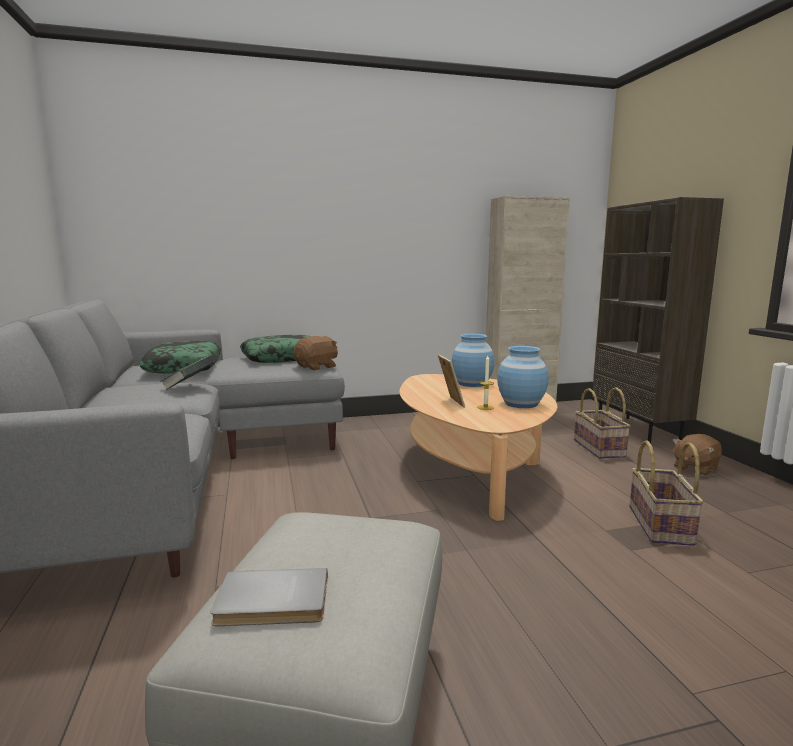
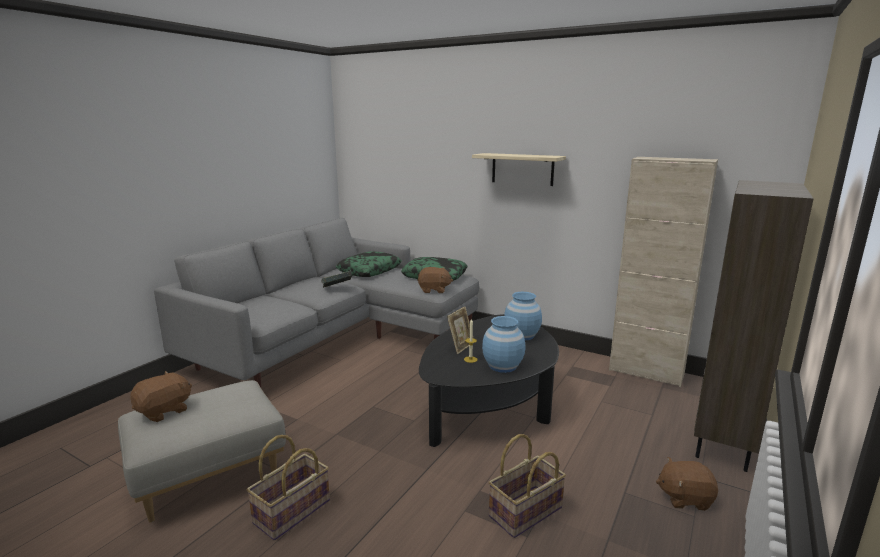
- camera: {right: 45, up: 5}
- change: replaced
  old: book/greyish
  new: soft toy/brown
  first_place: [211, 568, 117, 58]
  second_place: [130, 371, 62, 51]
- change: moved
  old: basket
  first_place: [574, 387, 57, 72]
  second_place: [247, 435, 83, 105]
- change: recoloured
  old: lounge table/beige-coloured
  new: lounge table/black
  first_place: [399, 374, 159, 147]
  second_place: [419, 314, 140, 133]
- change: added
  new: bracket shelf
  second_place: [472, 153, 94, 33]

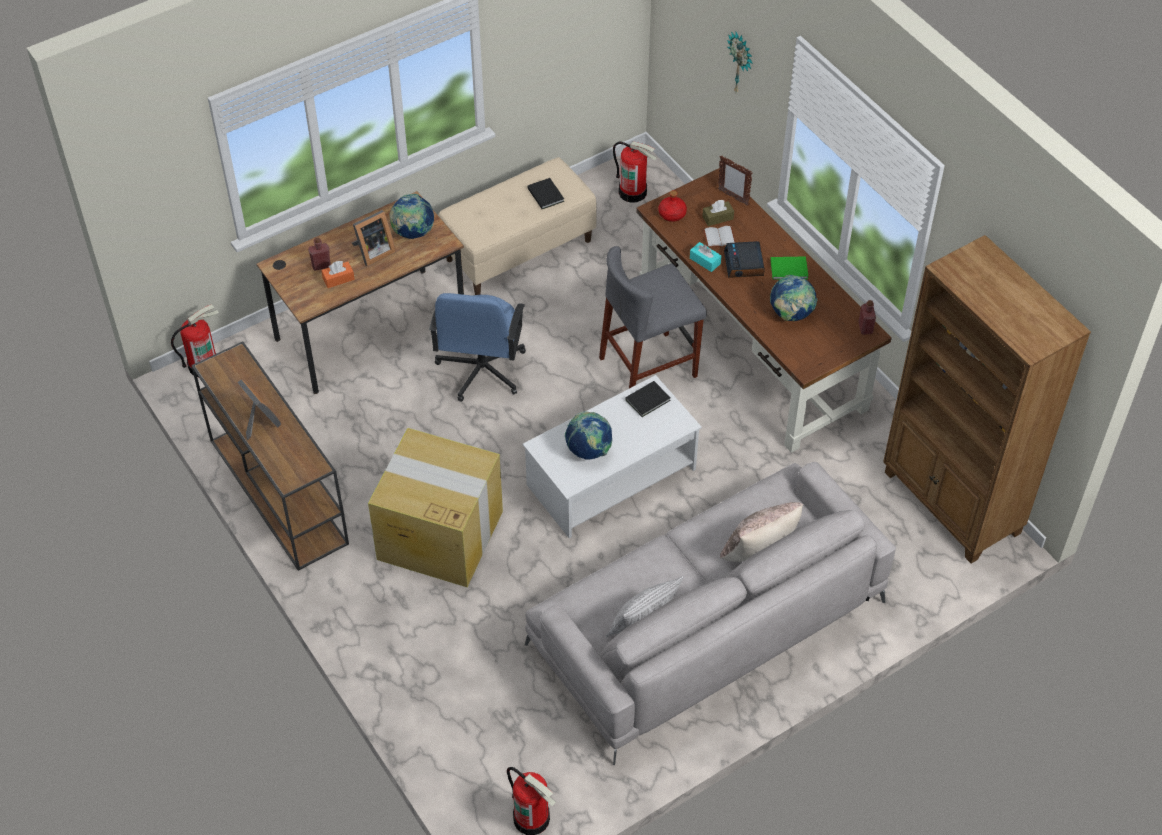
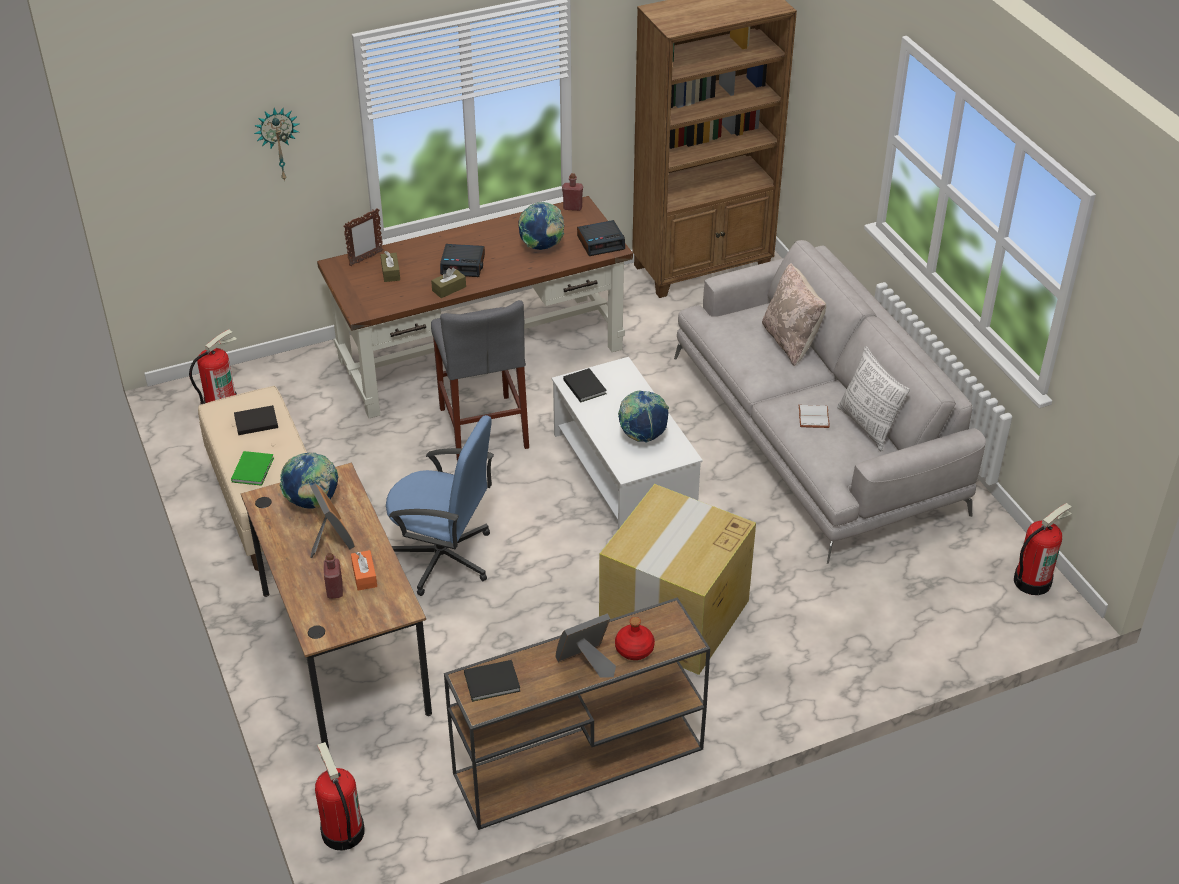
- camera: {right: -80, up: -10}
- change: moved
  old: book/green-coloured
  first_place: [770, 256, 38, 24]
  second_place: [231, 451, 43, 35]
- change: recoloured
  old: tissue holder/turquoise-coloured
  new: tissue holder/brown
  first_place: [690, 242, 31, 30]
  second_place: [431, 268, 35, 30]
- change: added
  new: book/black
  second_place: [464, 660, 56, 42]
- change: added
  new: alarm clock
  second_place: [577, 220, 48, 36]
- change: moved
  old: bottle/reddish
  first_place: [658, 190, 29, 32]
  second_place: [615, 617, 40, 43]
- change: moved
  old: book/white-coloured
  first_place: [703, 226, 33, 22]
  second_place: [798, 405, 32, 23]

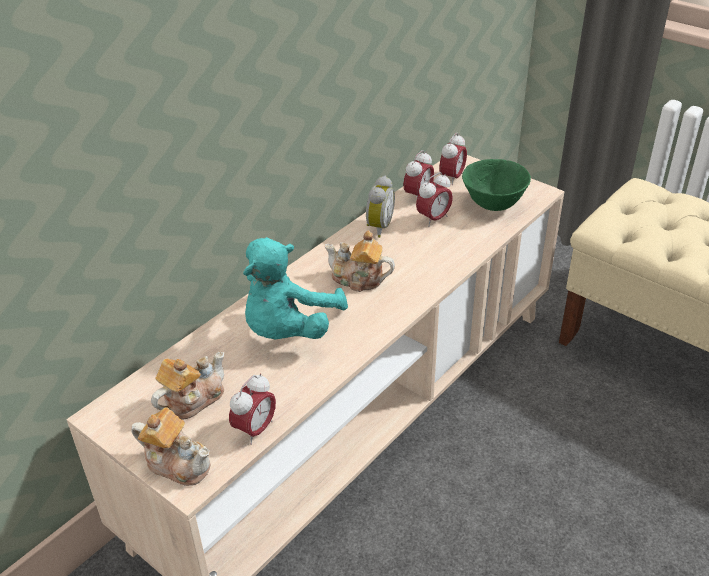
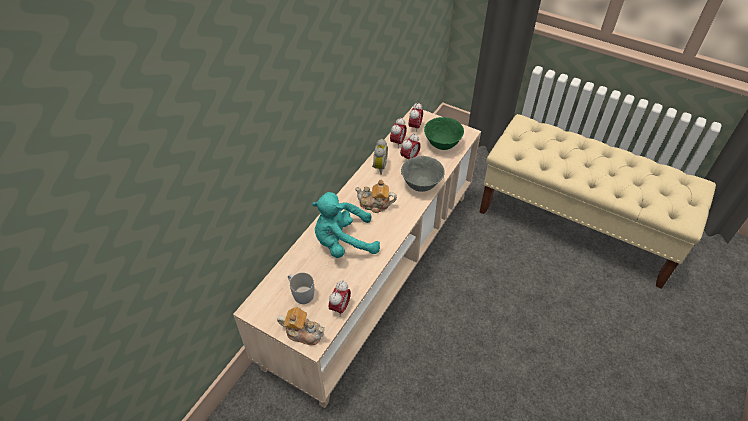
- camera: {right: -10, up: 10}
- change: replaced
  old: teapot
  new: coffee mug/white-coloured
  first_place: [151, 352, 73, 68]
  second_place: [288, 273, 26, 31]
- change: turned
  old: soft toy/turquoise-coloured
  first_place: [243, 237, 105, 102]
  second_place: [312, 192, 68, 66]
  degrees: 60
- change: added
  new: deep dish/greyish
  second_place: [401, 156, 44, 36]

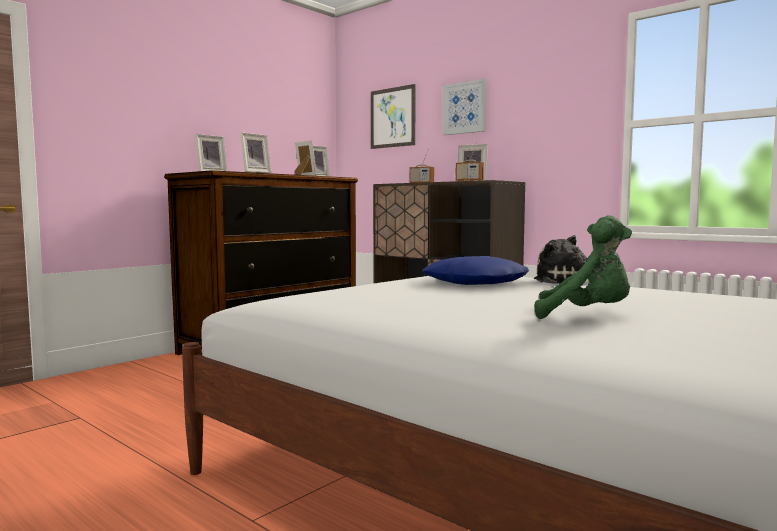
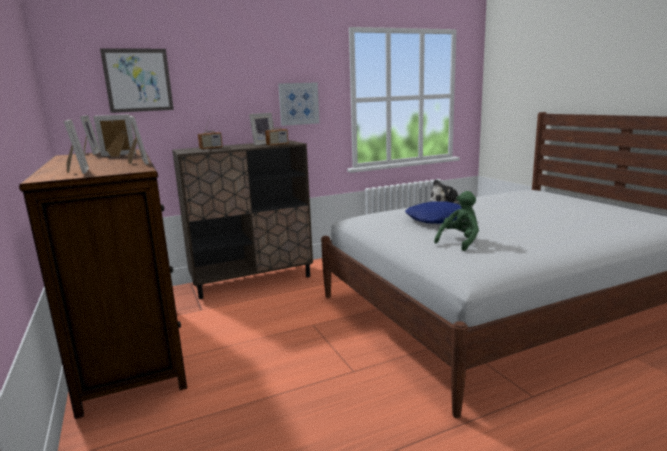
- camera: {right: -65, up: 10}
- change: moved
  old: wall art
  first_place: [442, 78, 45, 57]
  second_place: [278, 82, 41, 44]
- change: moved
  old: soft toy/green-coloured
  first_place: [535, 215, 97, 104]
  second_place: [434, 191, 45, 60]

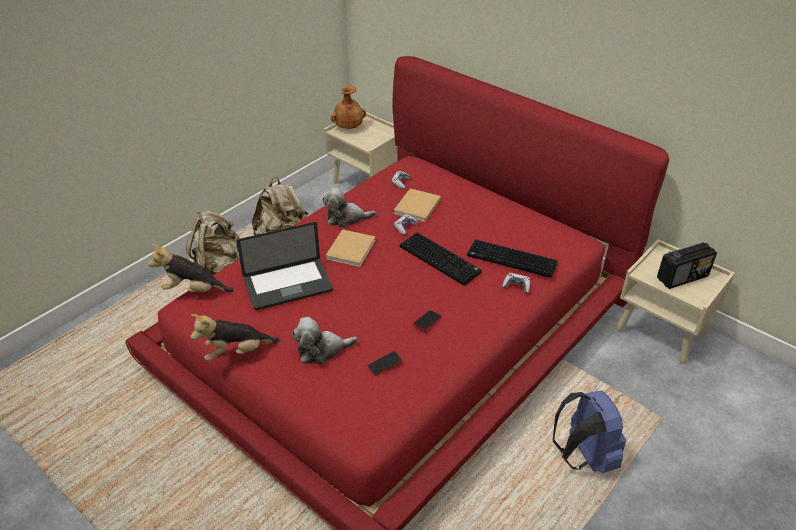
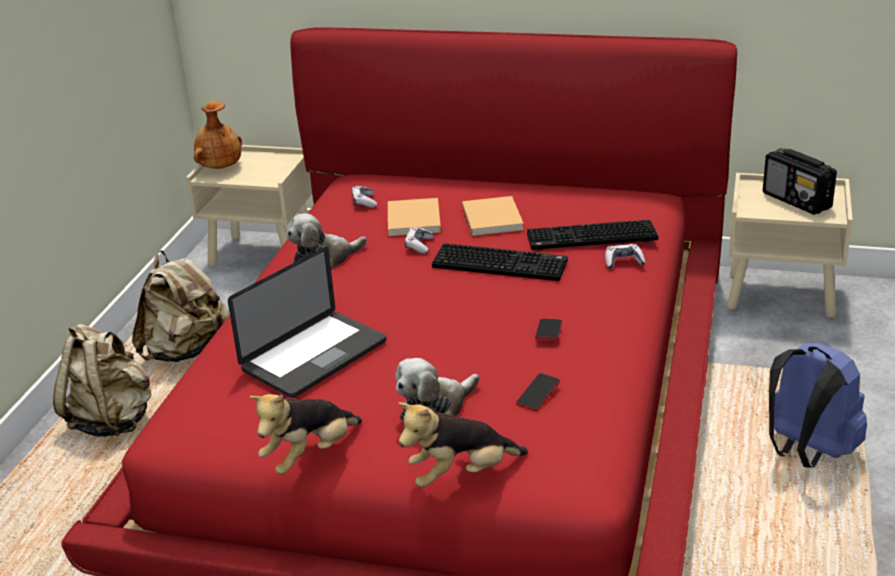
- camera: {right: -25, up: -10}
- change: moved
  old: soft toy
  first_place: [148, 244, 86, 48]
  second_place: [398, 402, 130, 85]
- change: moved
  old: book/beige-coloured
  first_place: [325, 229, 51, 38]
  second_place: [462, 196, 62, 40]
- change: turned
  old: radio
  first_place: [657, 242, 60, 47]
  second_place: [763, 148, 74, 67]
  degrees: 105

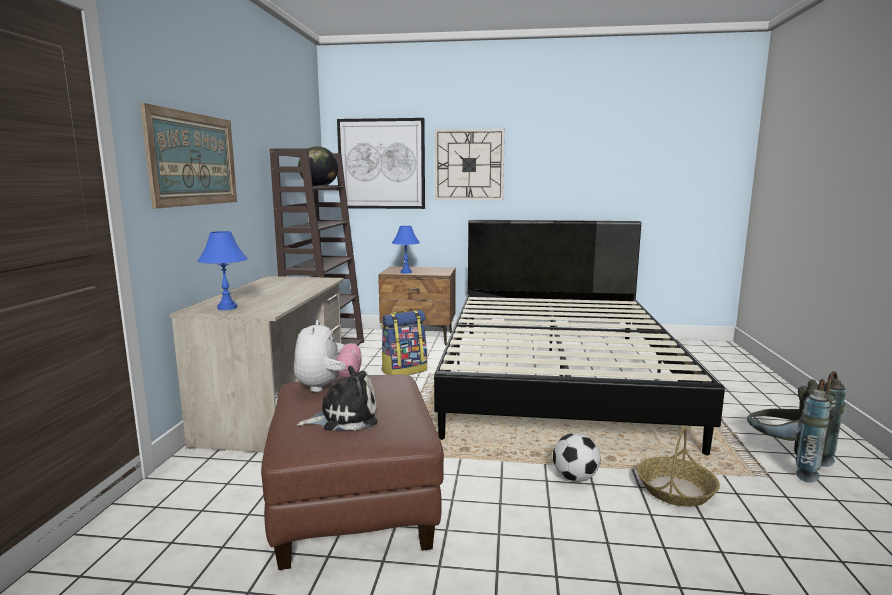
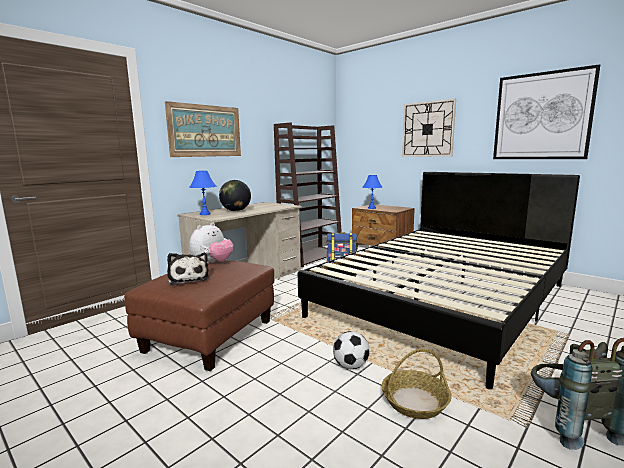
- camera: {right: 35, up: 0}
- change: turned
  old: soft toy
  first_place: [297, 366, 81, 64]
  second_place: [167, 253, 42, 33]
  degrees: 45
- change: moved
  old: globe
  first_place: [298, 146, 41, 41]
  second_place: [219, 180, 32, 31]
- change: moved
  old: wall art
  first_place: [337, 118, 88, 91]
  second_place: [493, 64, 107, 95]

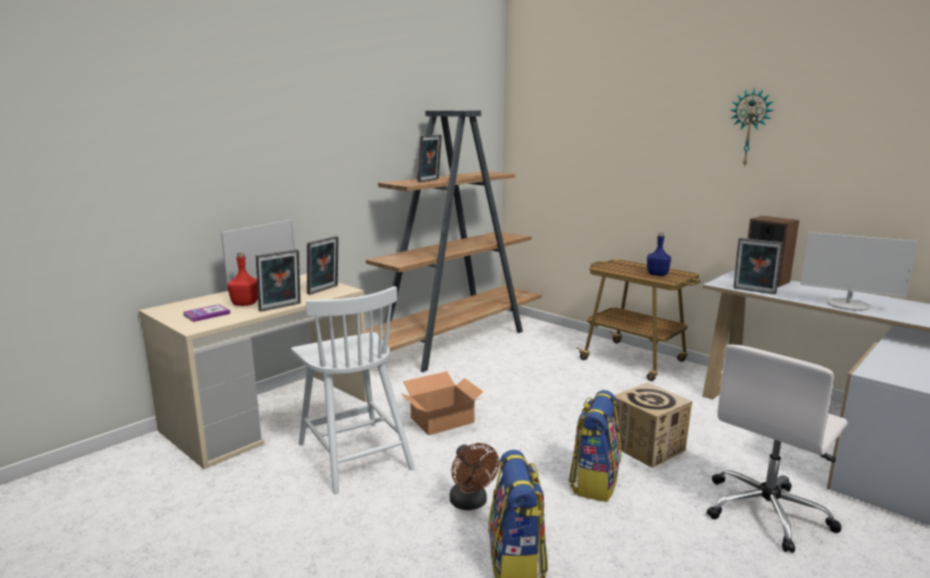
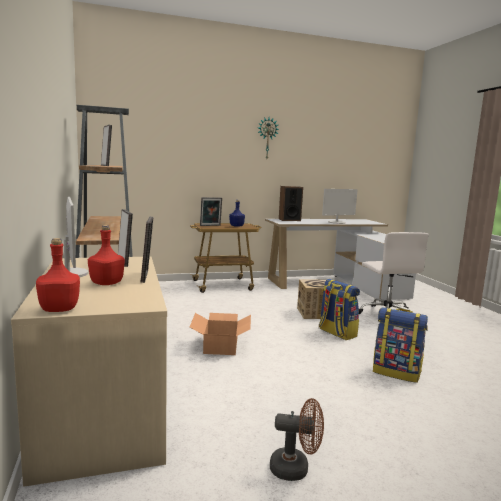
- camera: {right: -60, up: -5}
- change: added
  new: bottle/reddish
  second_place: [36, 238, 44, 74]
- change: moved
  old: picture frame
  first_place: [733, 238, 50, 57]
  second_place: [200, 197, 22, 29]
- change: moved
  old: electric fan/brown
  first_place: [450, 443, 49, 67]
  second_place: [270, 398, 54, 83]
- change: removed
  old: book
  first_place: [183, 304, 47, 18]
- change: removed
  old: upright chair/white-coloured
  first_place: [291, 286, 124, 208]

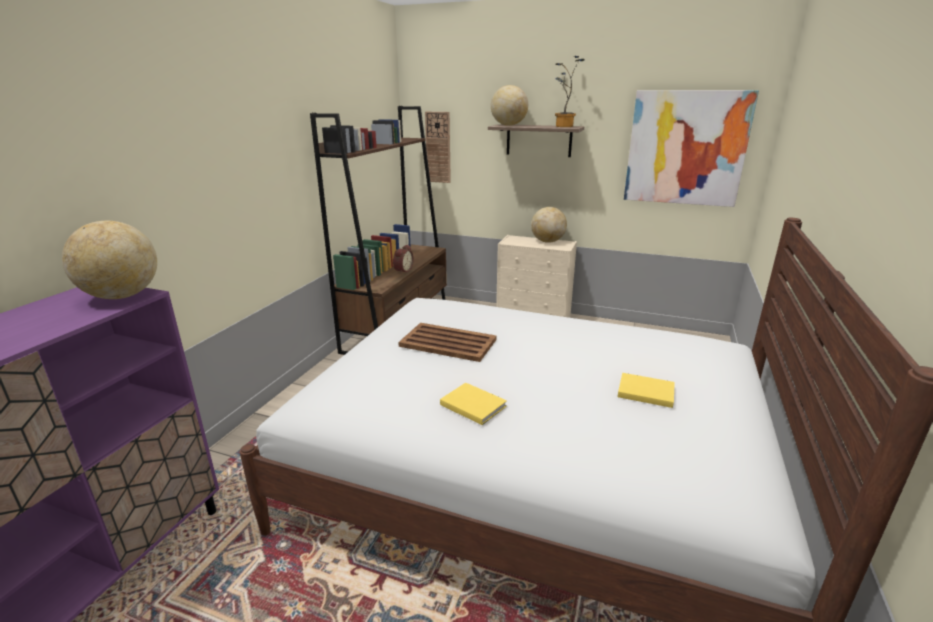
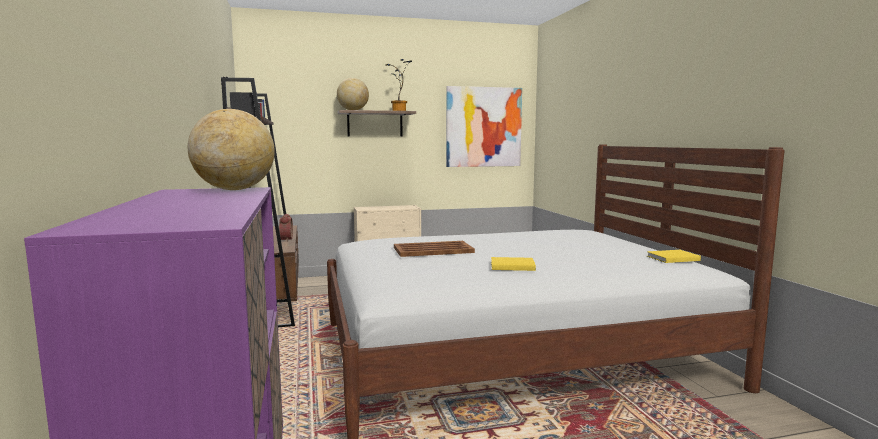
- camera: {right: -35, up: -15}
- change: moved
  old: book/yellow
  first_place: [618, 373, 57, 35]
  second_place: [647, 250, 54, 13]
- change: removed
  old: hanging clock
  first_place: [425, 112, 26, 71]
- change: removed
  old: globe
  first_place: [531, 207, 36, 36]

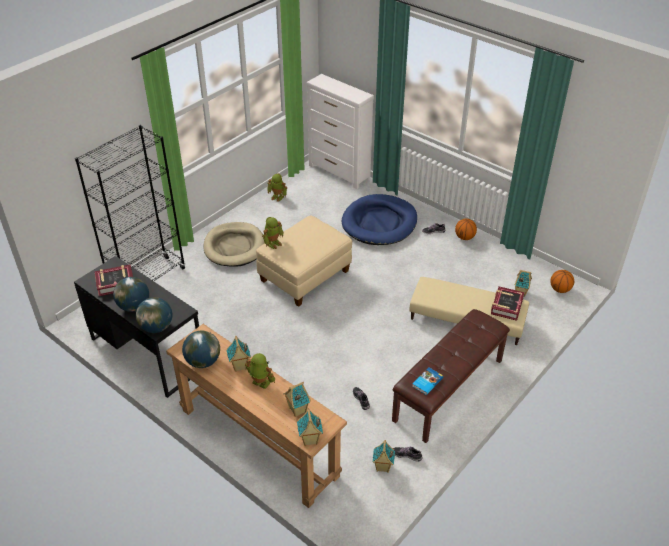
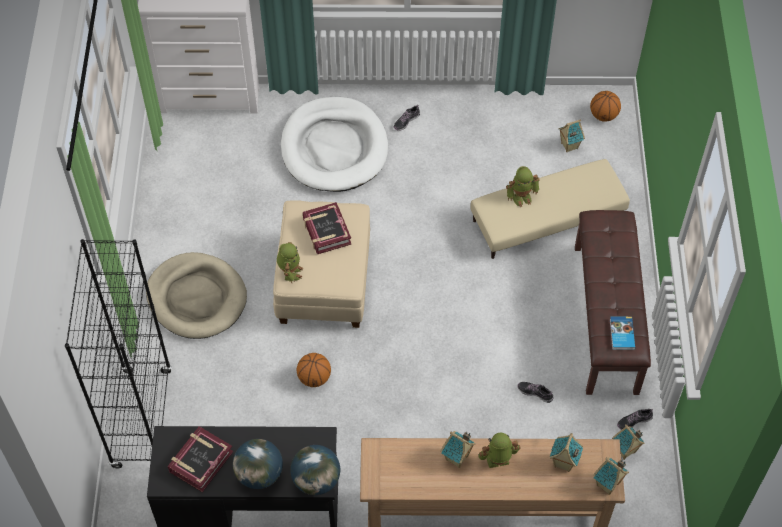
- camera: {right: -40, up: 15}
- change: recoloured
  old: pet bed/bluish
  new: pet bed/white-coloured
  first_place: [342, 194, 75, 51]
  second_place: [281, 97, 107, 95]
- change: moved
  old: ball for basketball
  first_place: [455, 219, 22, 21]
  second_place: [297, 353, 34, 34]
- change: moved
  old: book
  first_place: [491, 286, 34, 35]
  second_place: [303, 202, 48, 52]
- change: moved
  old: toy robot
  first_place: [267, 173, 20, 28]
  second_place: [506, 166, 34, 41]
- change: removed
  old: globe
  first_place: [182, 331, 38, 37]

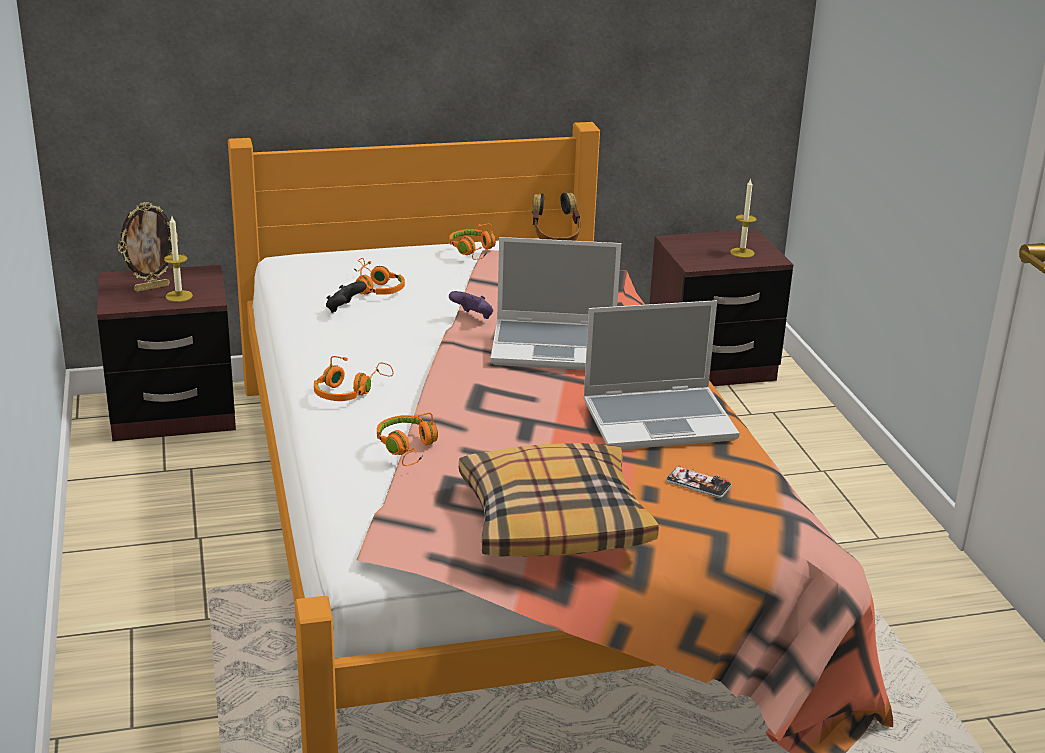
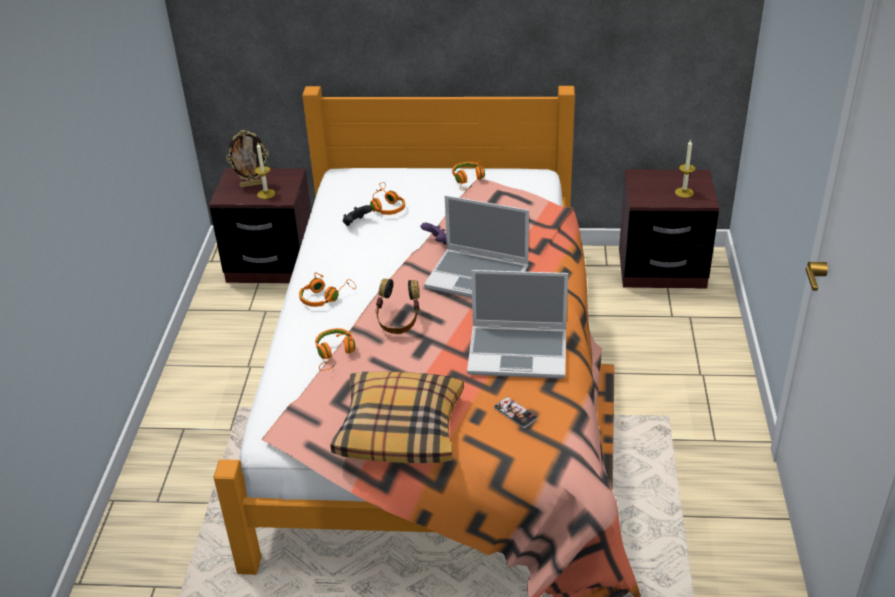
- camera: {right: 20, up: 10}
- change: moved
  old: pair of headphones
  first_place: [532, 193, 49, 48]
  second_place: [375, 279, 45, 55]

